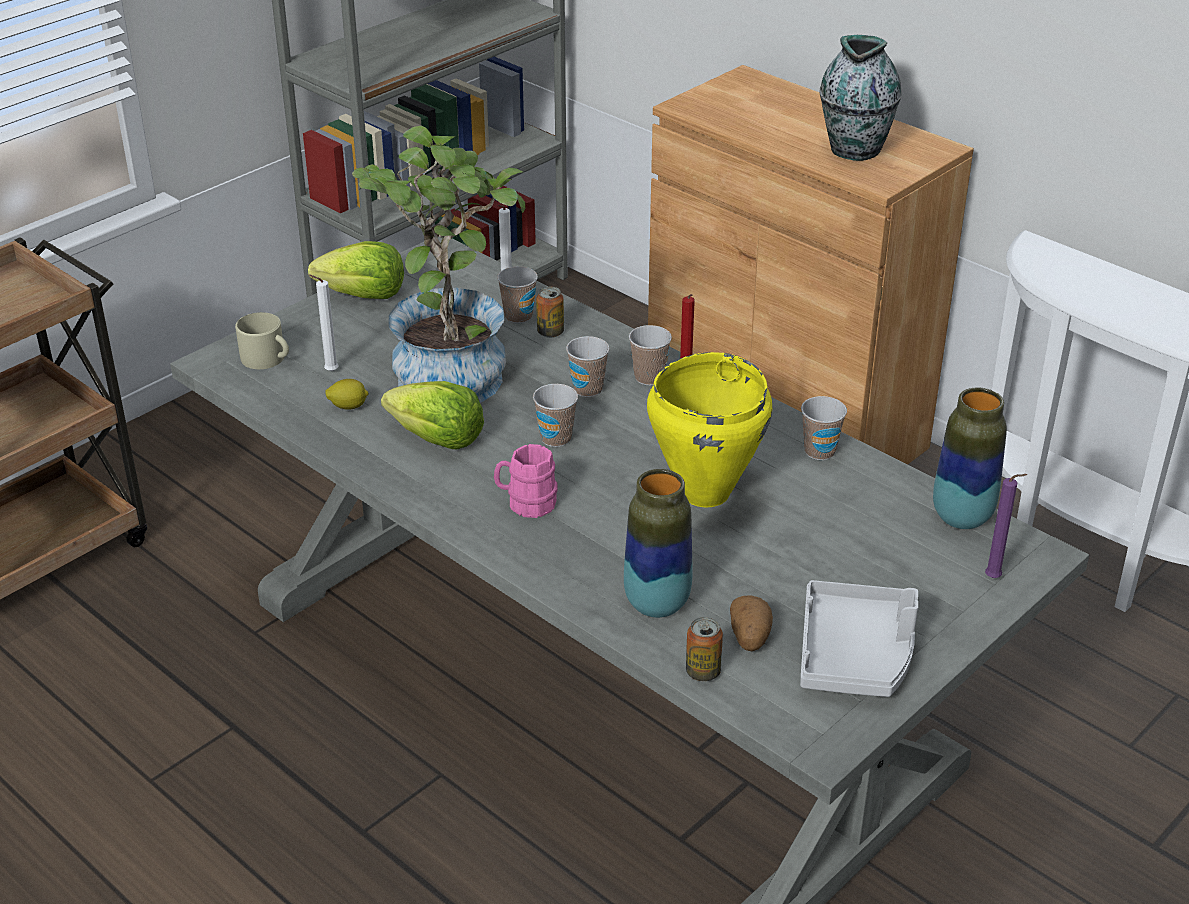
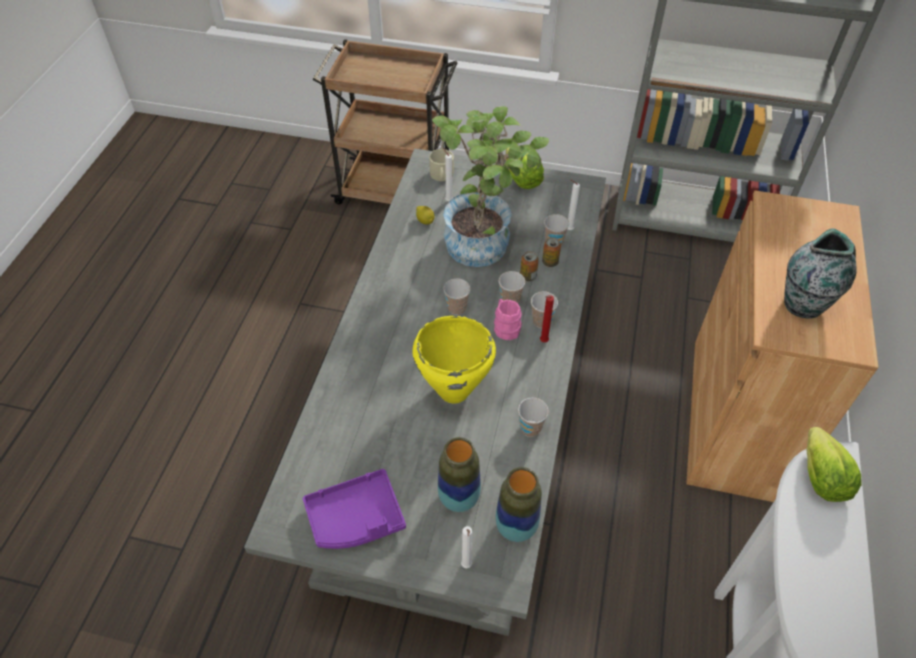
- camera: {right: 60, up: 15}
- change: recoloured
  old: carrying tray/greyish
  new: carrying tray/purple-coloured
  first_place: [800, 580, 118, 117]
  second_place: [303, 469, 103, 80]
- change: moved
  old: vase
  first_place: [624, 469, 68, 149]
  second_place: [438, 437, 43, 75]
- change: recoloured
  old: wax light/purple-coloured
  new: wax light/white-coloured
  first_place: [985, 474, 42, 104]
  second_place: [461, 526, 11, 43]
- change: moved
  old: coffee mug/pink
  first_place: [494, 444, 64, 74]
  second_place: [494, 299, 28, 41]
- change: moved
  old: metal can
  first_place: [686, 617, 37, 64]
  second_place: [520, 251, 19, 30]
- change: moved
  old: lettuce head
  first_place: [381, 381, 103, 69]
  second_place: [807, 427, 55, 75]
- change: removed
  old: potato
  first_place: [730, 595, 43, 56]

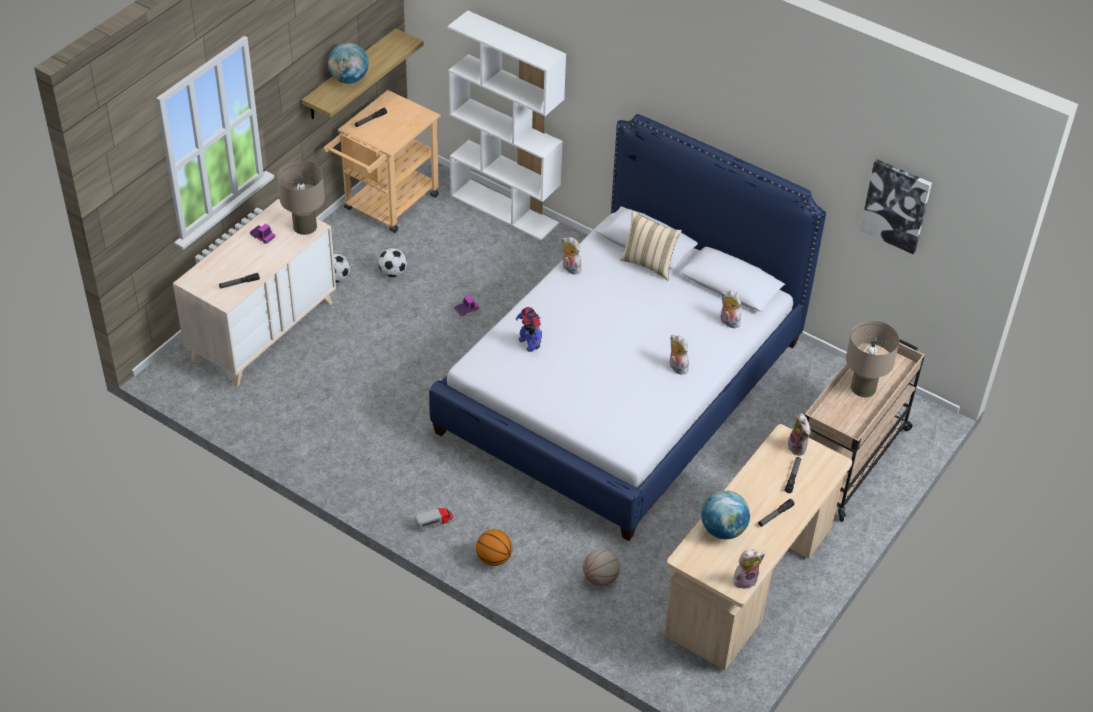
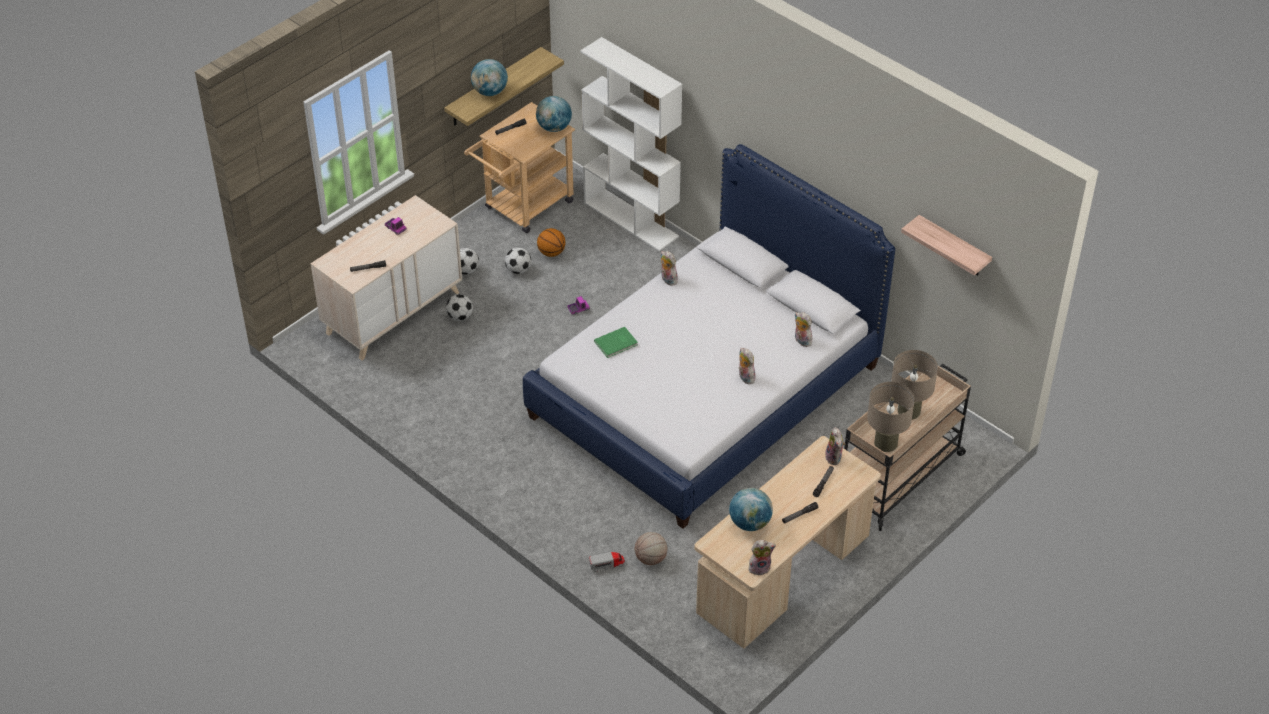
- camera: {right: 10, up: 0}
- change: added
  new: football ball
  second_place: [446, 294, 27, 27]
- change: added
  new: globe
  second_place: [536, 96, 36, 36]
- change: moved
  old: ball for basketball
  first_place: [476, 529, 36, 37]
  second_place: [537, 228, 29, 29]
- change: moved
  old: toy truck
  first_place: [415, 508, 38, 24]
  second_place: [589, 552, 36, 20]
- change: replaced
  old: toy robot
  new: book/green-coloured
  first_place: [516, 307, 26, 45]
  second_place: [594, 327, 44, 31]
- change: moved
  old: table lamp/beige-coloured
  first_place: [277, 161, 48, 74]
  second_place: [867, 382, 48, 70]
- change: replaced
  old: wall art
  new: bracket shelf
  first_place: [860, 159, 72, 95]
  second_place: [901, 215, 91, 61]
- change: removed
  old: throw pillow/beige-coloured
  first_place: [620, 210, 62, 71]

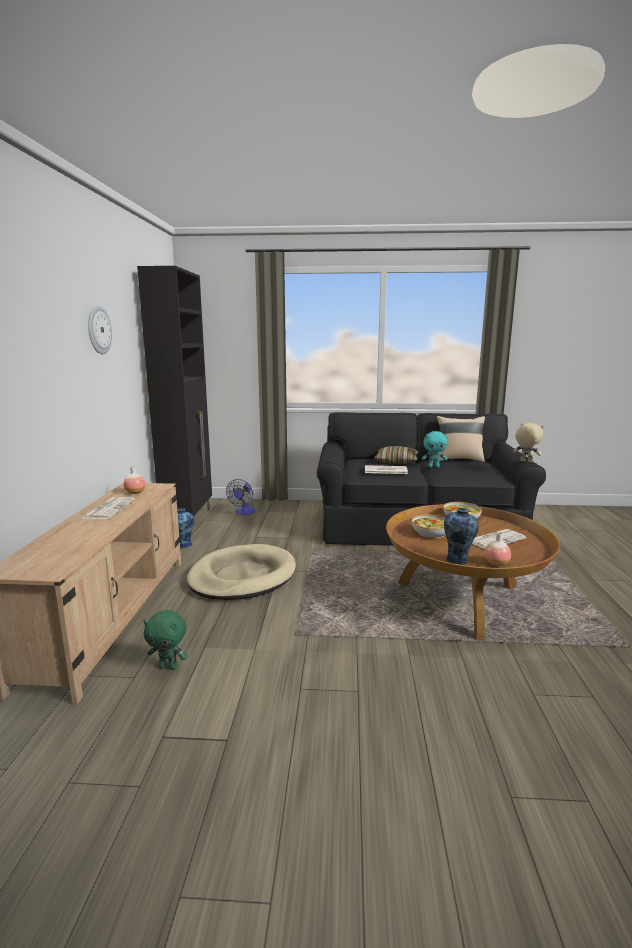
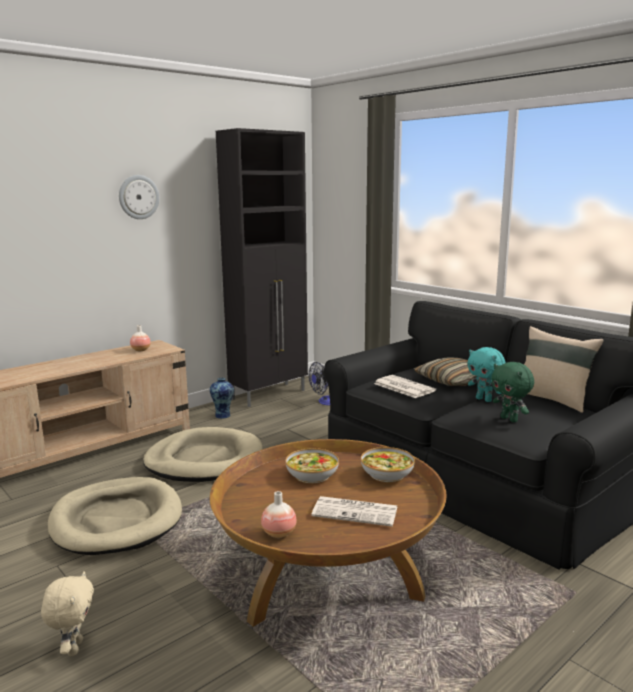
- camera: {right: 45, up: 0}
- change: moved
  old: soft toy/beige-coloured
  first_place: [513, 423, 31, 39]
  second_place: [41, 571, 53, 85]
- change: added
  new: pet bed/beige-coloured
  second_place: [48, 477, 134, 78]
- change: moved
  old: soft toy/green-coloured
  first_place: [143, 610, 45, 60]
  second_place: [491, 362, 43, 60]
- change: removed
  old: daily paper
  first_place: [82, 497, 53, 22]
- change: removed
  old: vase
  first_place: [444, 507, 35, 58]

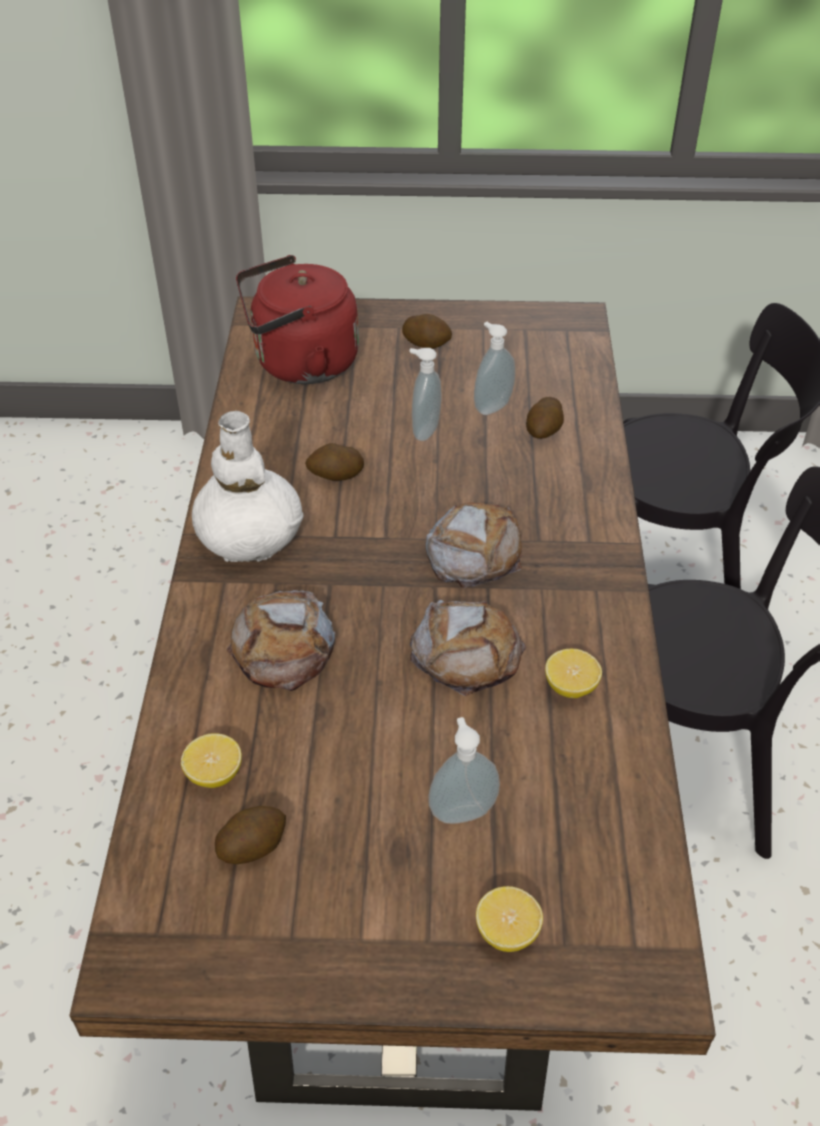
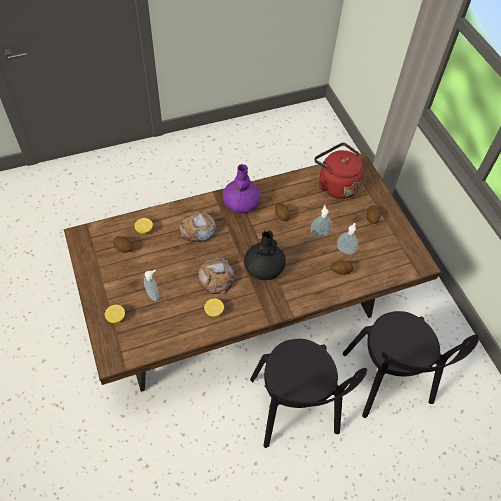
- camera: {right: 65, up: 10}
- change: recoloured
  old: vase/white-coloured
  new: vase/purple-coloured
  first_place: [192, 411, 112, 151]
  second_place: [223, 164, 38, 50]
- change: replaced
  old: baked bread
  new: vase/black
  first_place: [425, 502, 97, 86]
  second_place: [244, 230, 42, 50]

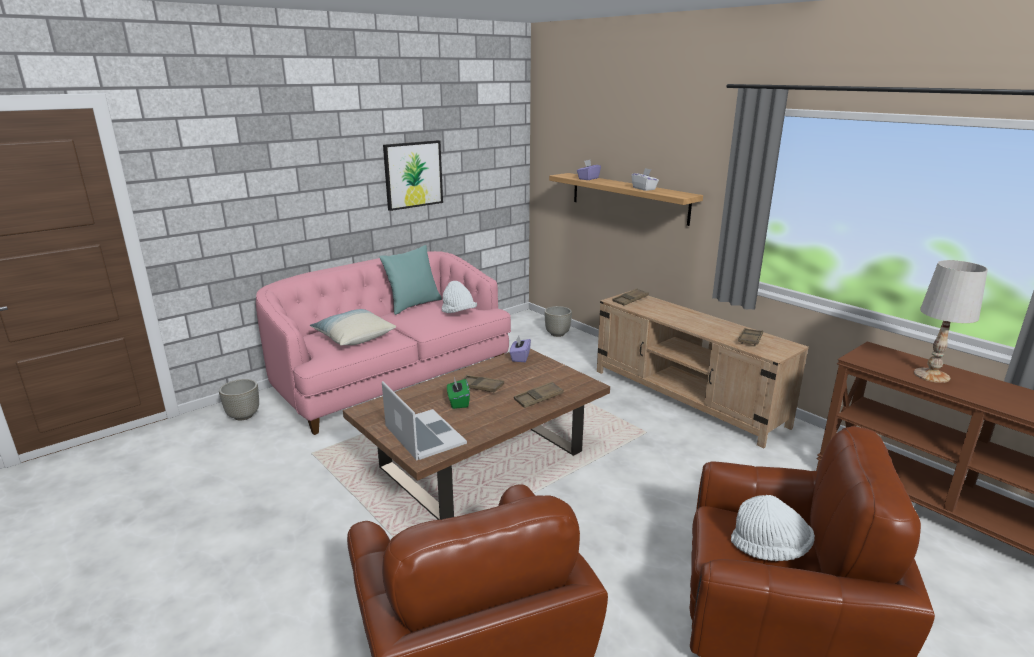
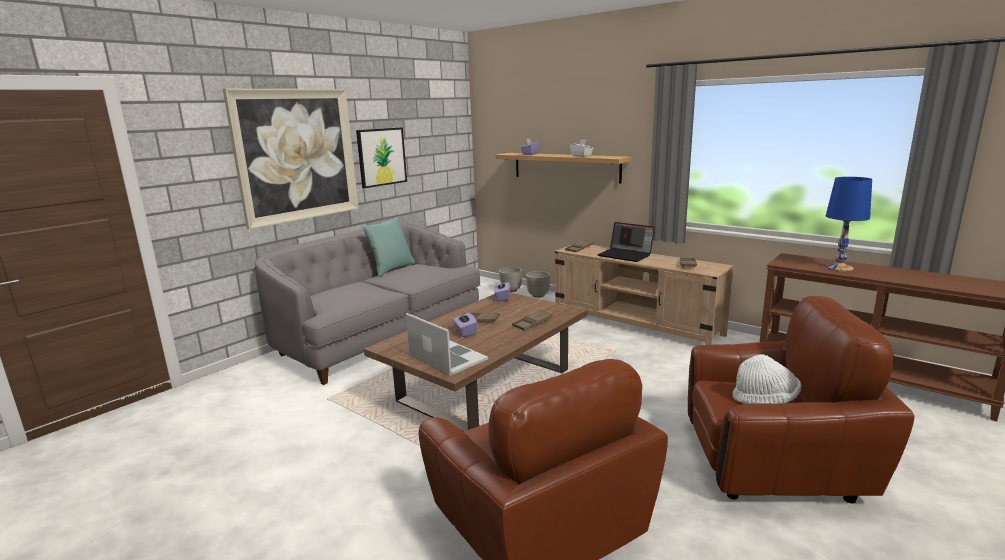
- camera: {right: -10, up: -5}
- change: added
  new: wall art
  second_place: [223, 89, 136, 140]
- change: recoloured
  old: settee/pink
  new: settee/greyish
  first_place: [256, 251, 255, 184]
  second_place: [255, 224, 225, 161]
- change: recoloured
  old: tissue holder/green-coloured
  new: tissue holder/purple-coloured
  first_place: [447, 378, 23, 31]
  second_place: [453, 312, 25, 25]
- change: moved
  old: flower pot/greyish
  first_place: [219, 379, 40, 42]
  second_place: [526, 271, 24, 27]
- change: added
  new: portable computer
  second_place: [597, 222, 58, 40]
- change: recoloured
  old: table lamp/white-coloured
  new: table lamp/bluish
  first_place: [914, 260, 74, 123]
  second_place: [826, 177, 46, 94]
- change: removed
  old: throw pillow
  first_place: [310, 309, 86, 37]
- change: removed
  old: clothing hat/white-coloured
  first_place: [442, 281, 35, 32]

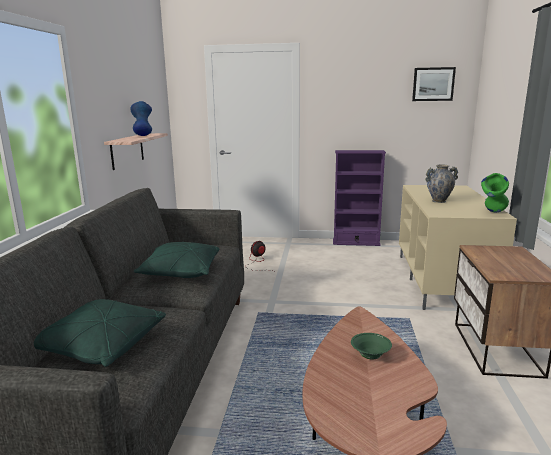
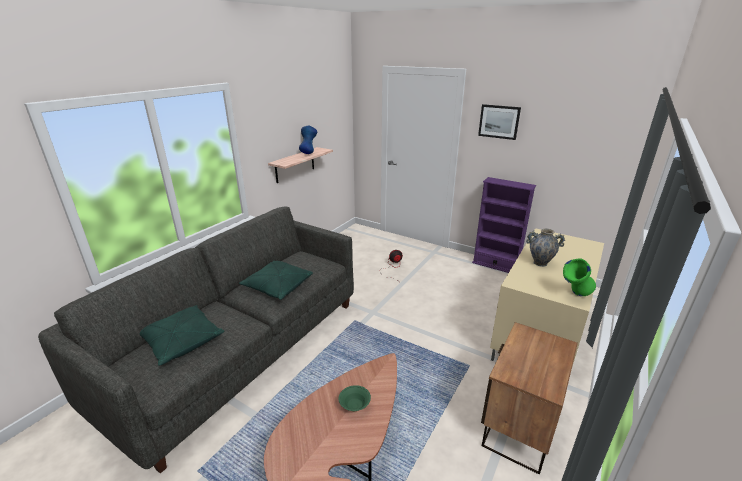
- camera: {right: 25, up: 10}
- change: moved
  old: wall art
  first_place: [412, 67, 44, 34]
  second_place: [478, 104, 43, 36]

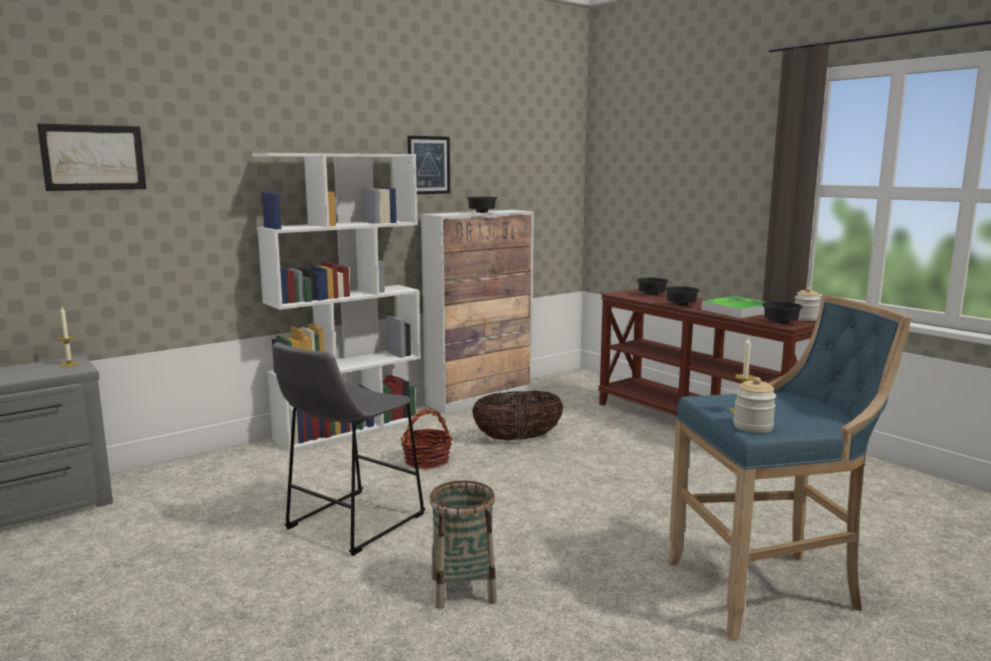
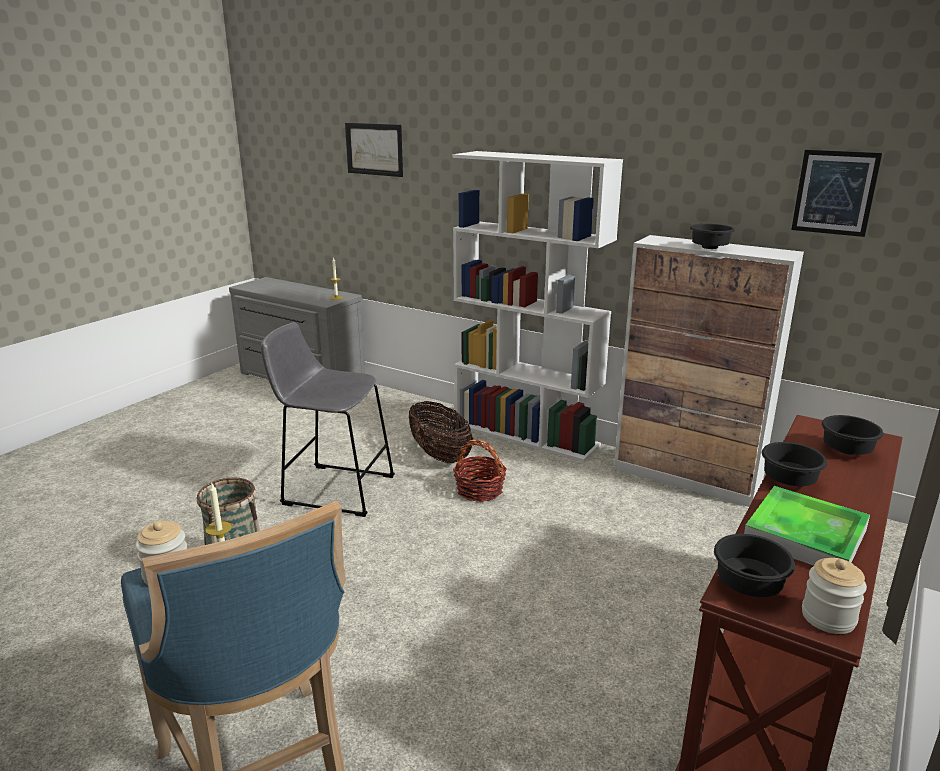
- camera: {right: 70, up: 10}
- change: moved
  old: basket
  first_place: [472, 391, 92, 49]
  second_place: [409, 401, 64, 62]
- change: moved
  old: wall art
  first_place: [407, 136, 43, 58]
  second_place: [791, 150, 91, 87]

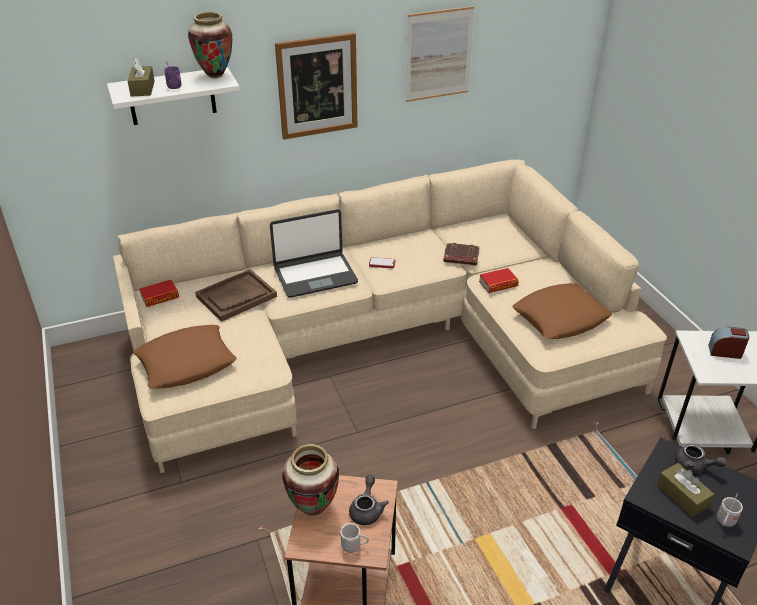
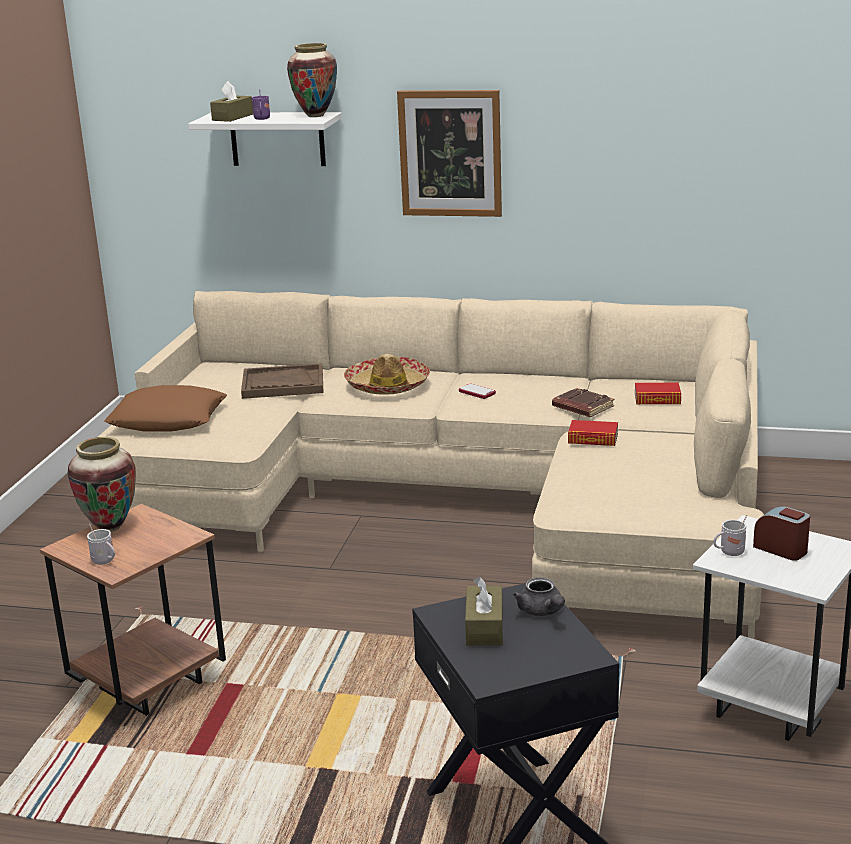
- camera: {right: 35, up: -15}
- change: replaced
  old: portable computer
  new: clothing hat
  first_place: [270, 209, 88, 89]
  second_place: [344, 354, 86, 41]
- change: moved
  old: book
  first_place: [139, 280, 40, 27]
  second_place: [635, 383, 46, 21]
- change: moved
  old: coffee mug/white-coloured
  first_place: [717, 493, 26, 34]
  second_place: [713, 515, 34, 41]
- change: removed
  old: teapot/greyish
  first_place: [349, 475, 40, 50]
- change: removed
  old: wall art
  first_place: [406, 6, 68, 96]
- change: removed
  old: throw pillow/brown
  first_place: [512, 283, 100, 56]

